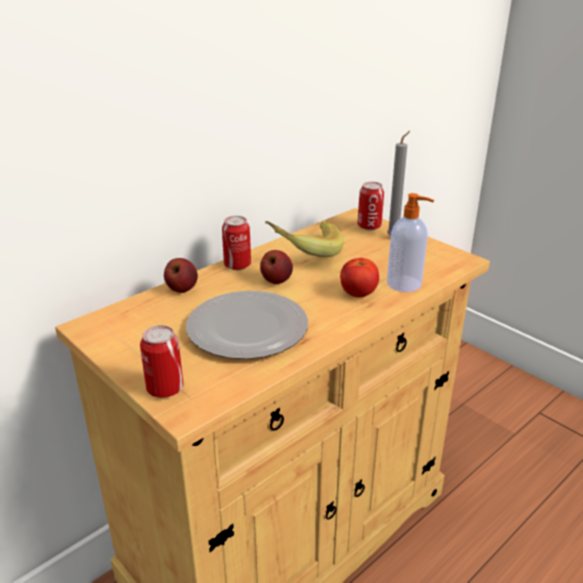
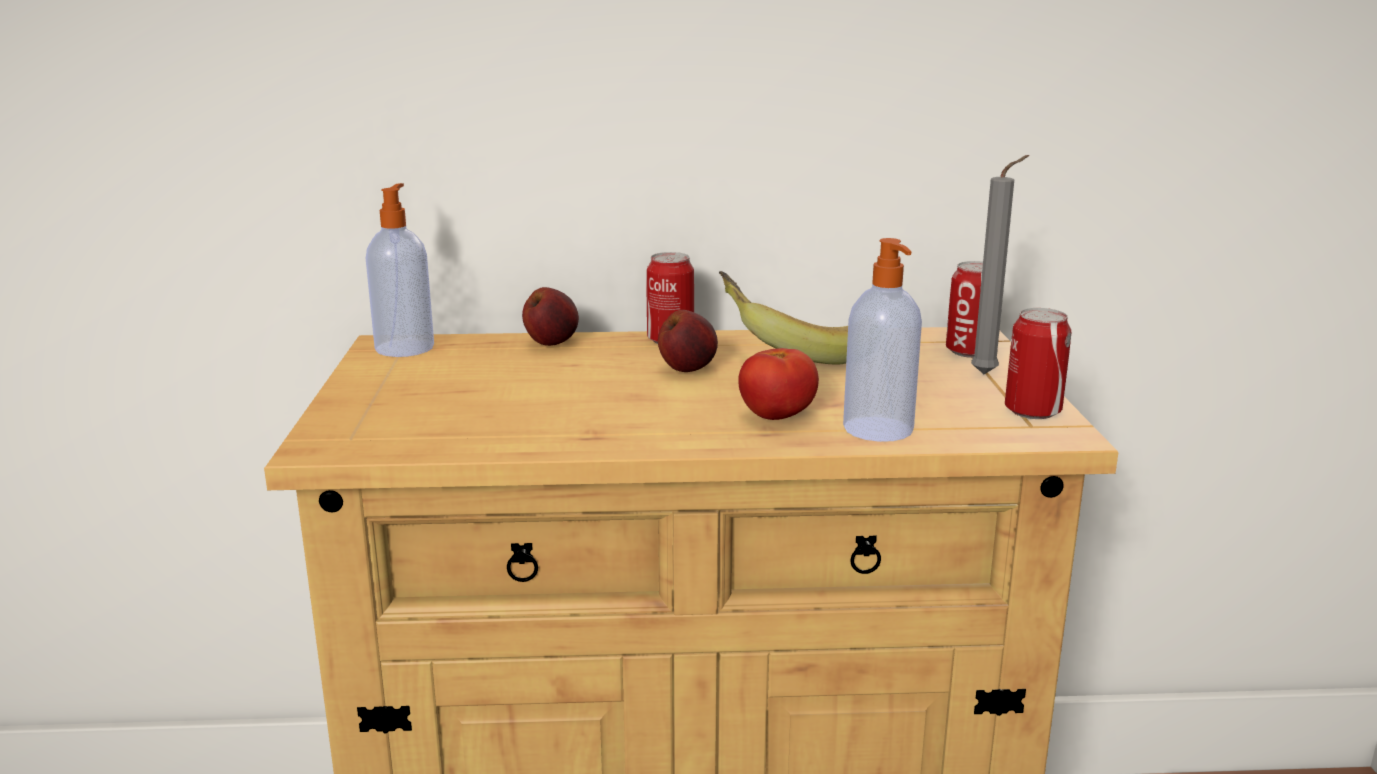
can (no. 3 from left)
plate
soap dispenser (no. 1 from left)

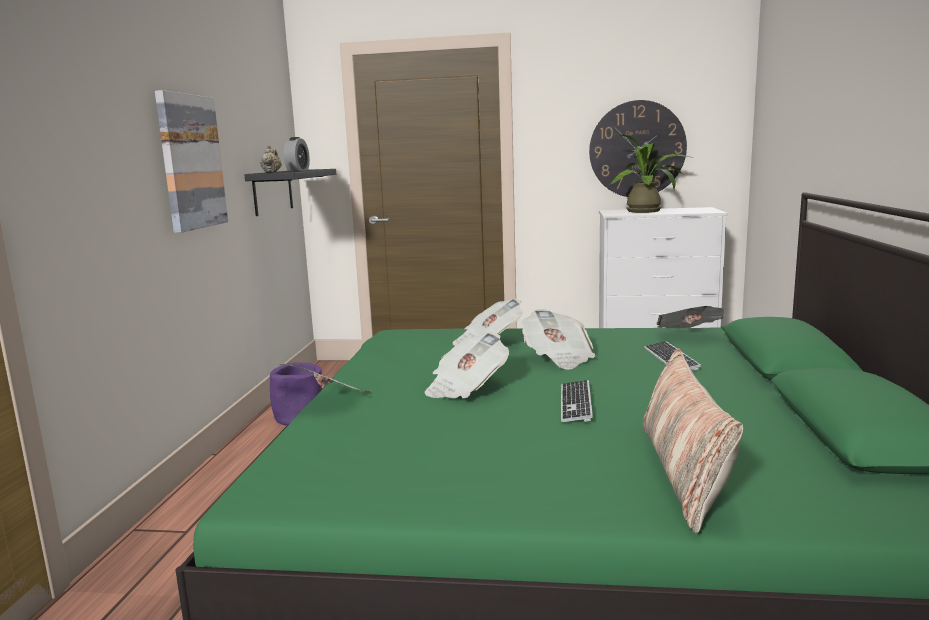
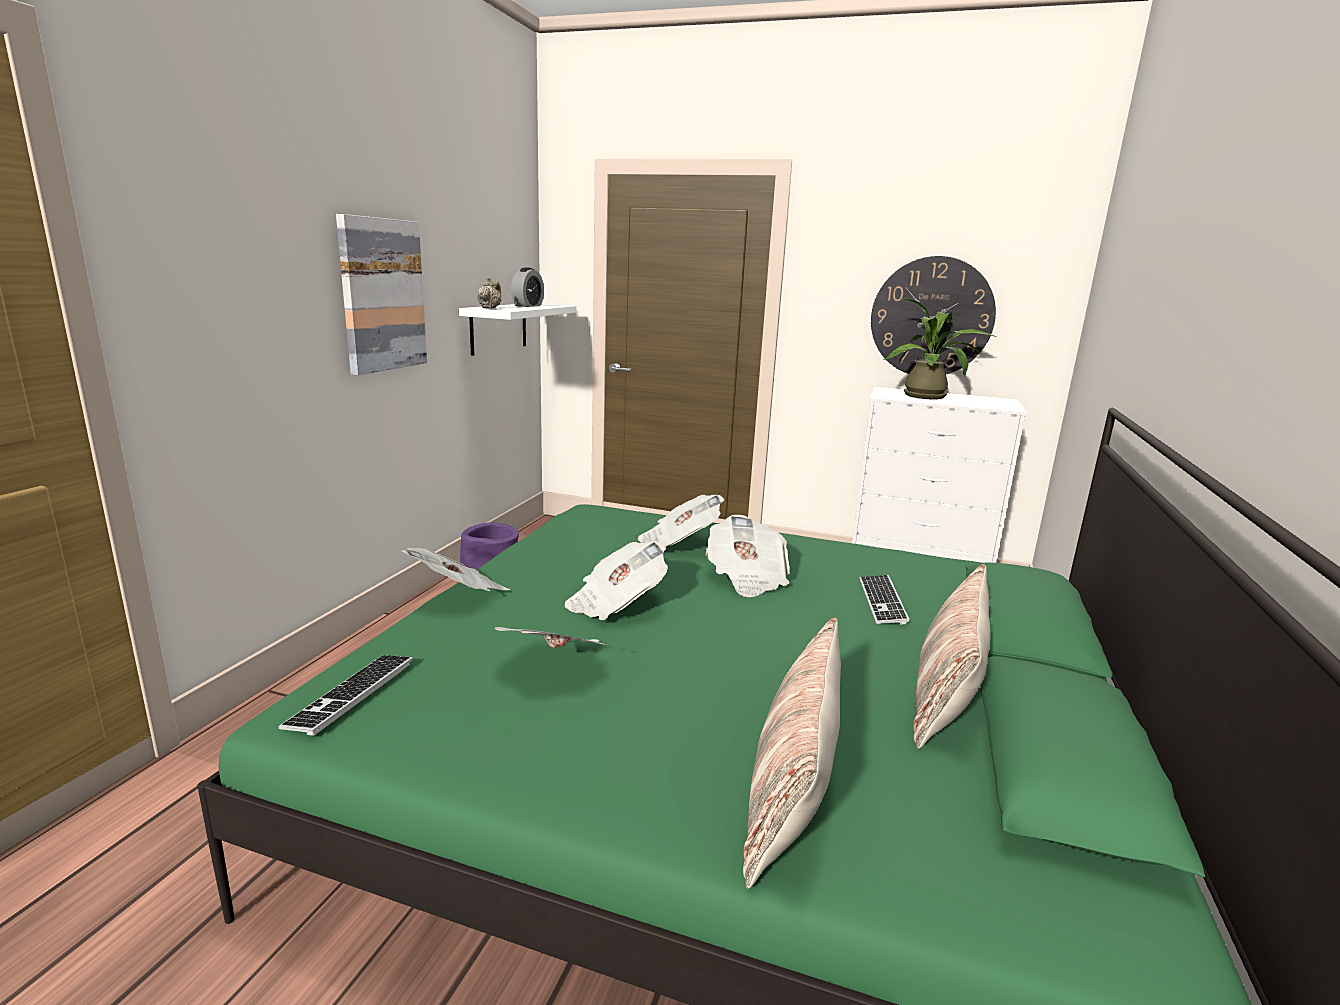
shelf/white
keyboard (no. 1 from left)
newspaper (no. 2 from left)
pillow (no. 2 from left)

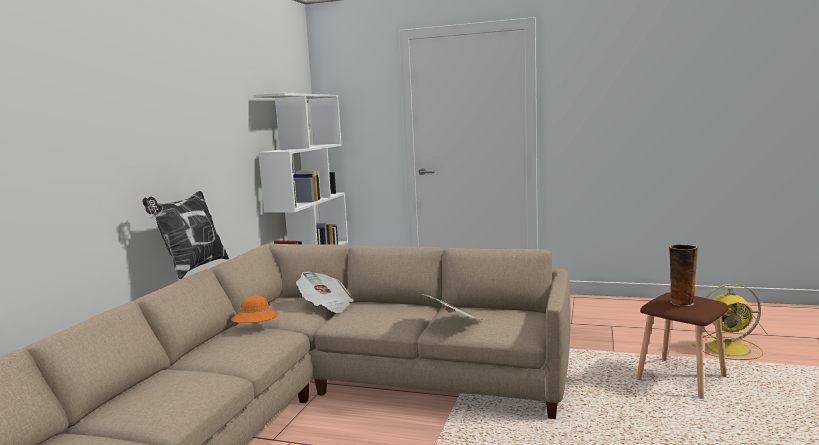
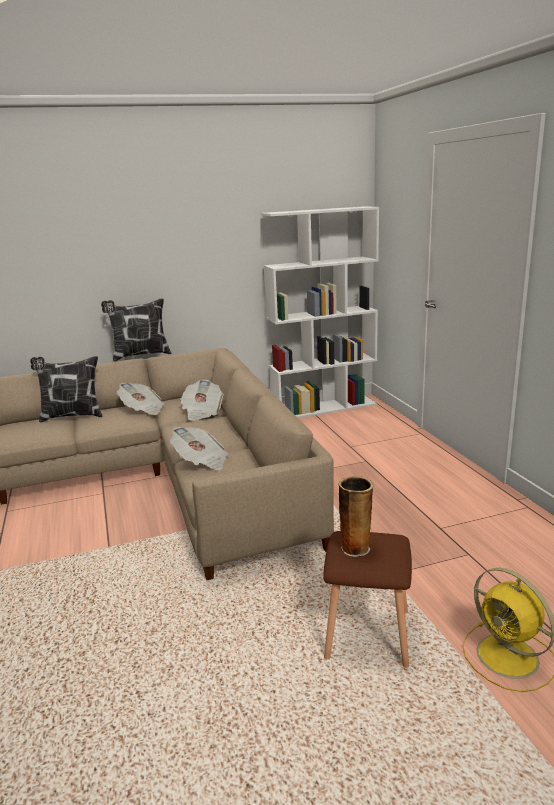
newspaper (no. 1 from left)
pillow (no. 1 from left)

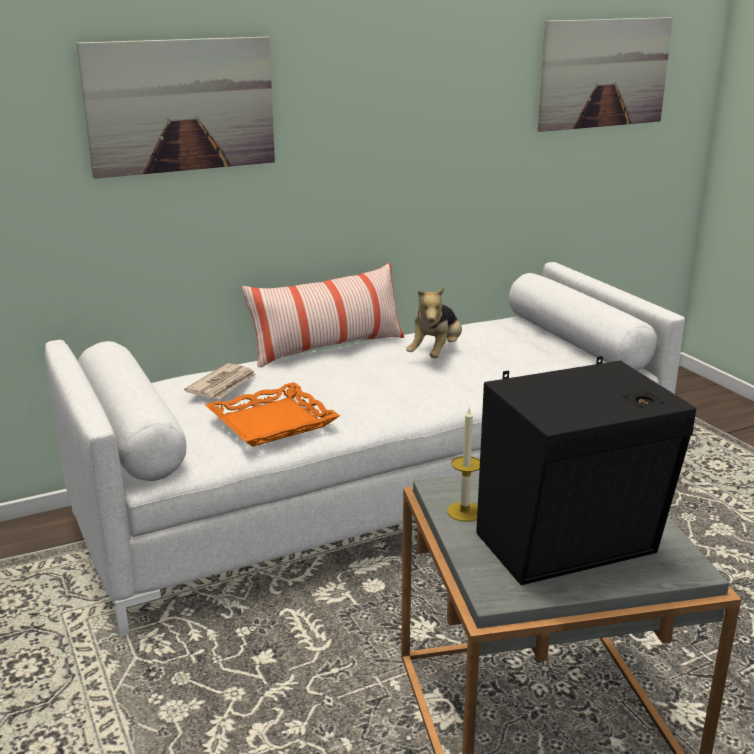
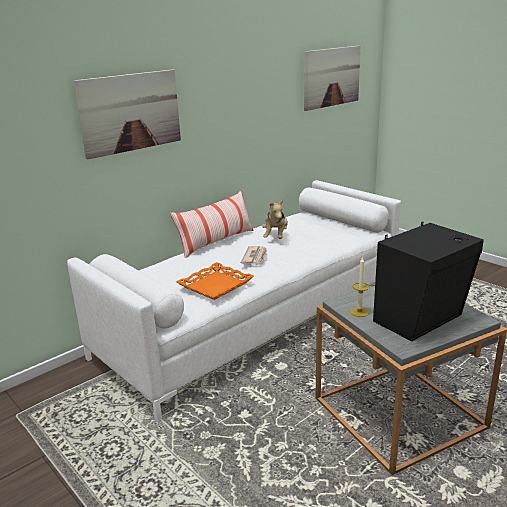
newspaper

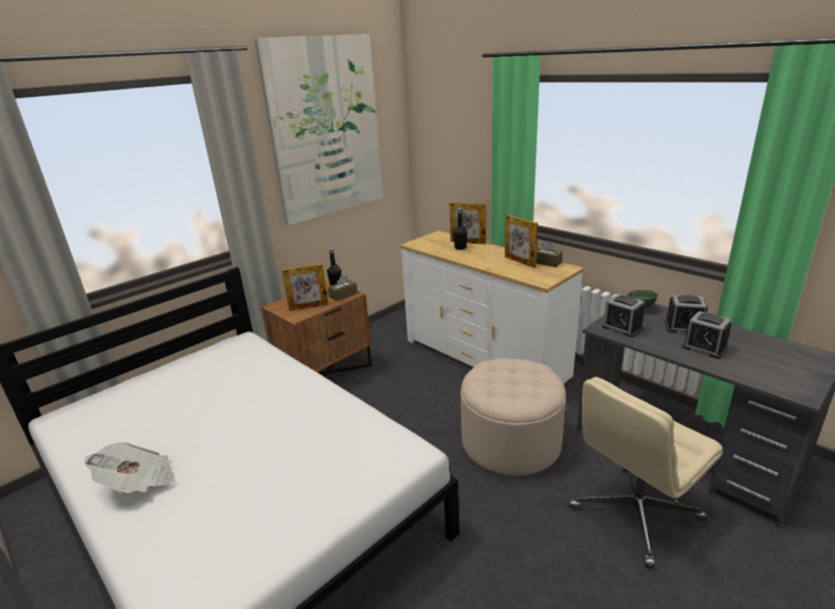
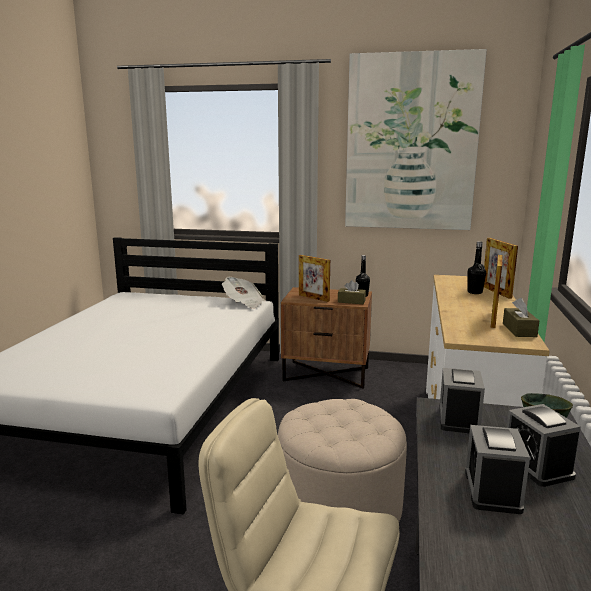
newspaper

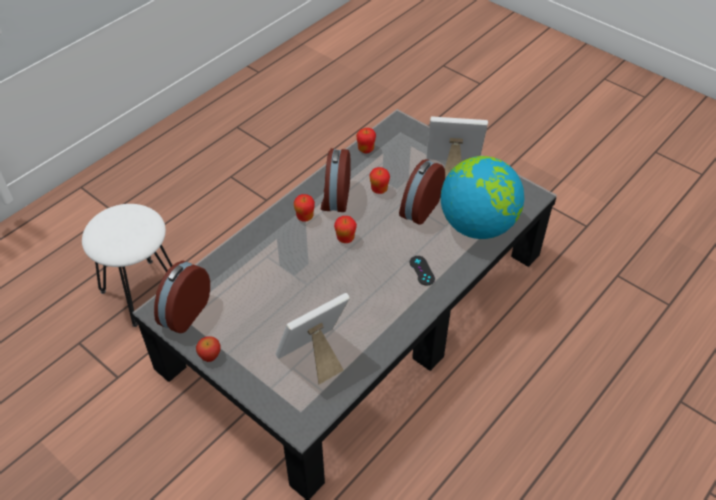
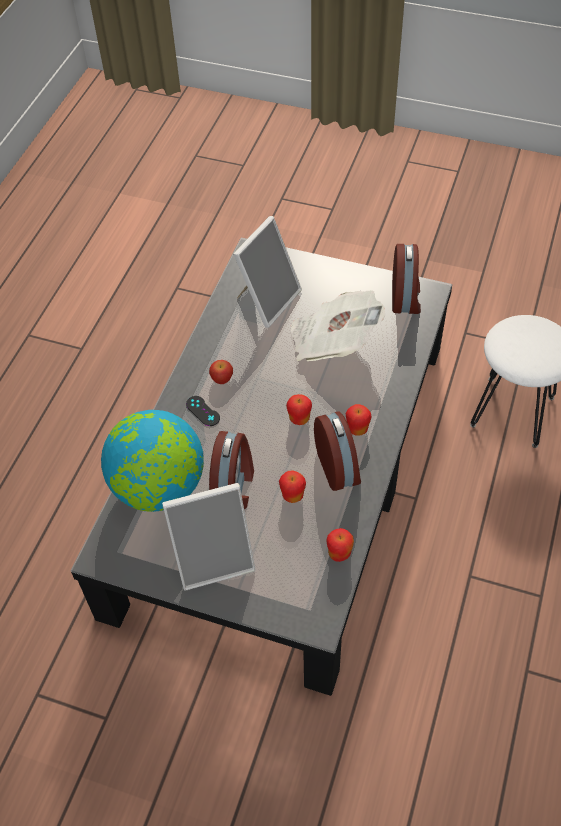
apple (no. 1 from left)
newspaper

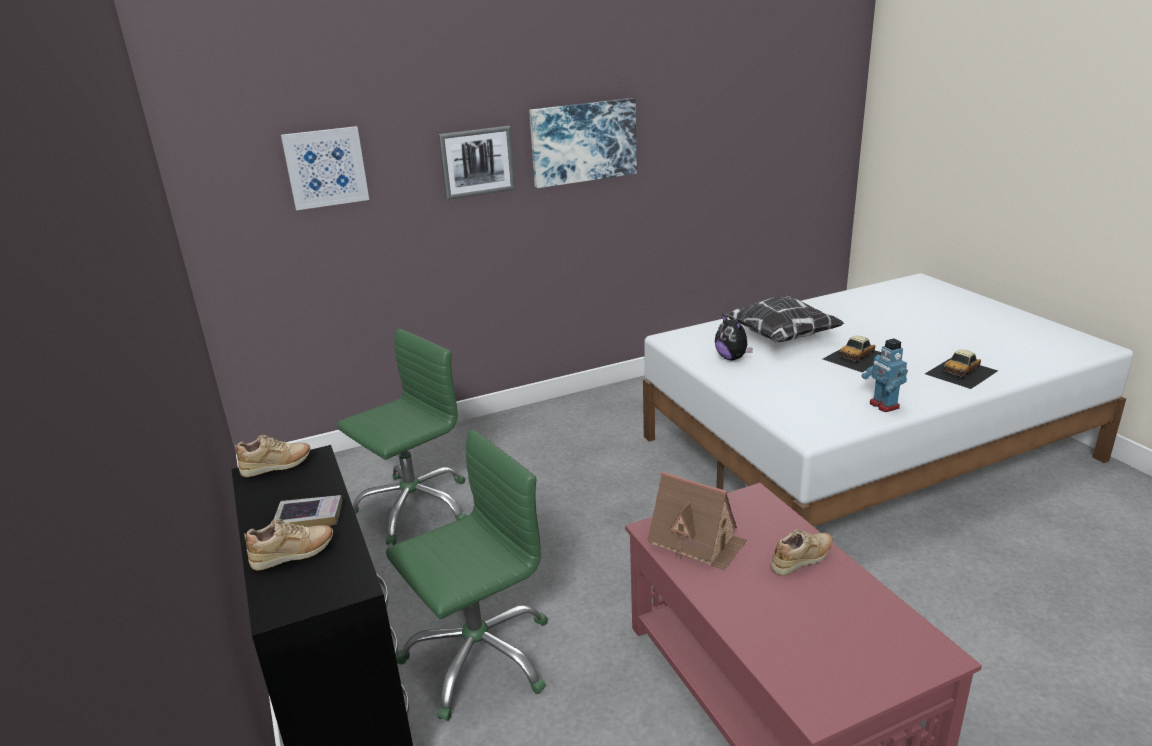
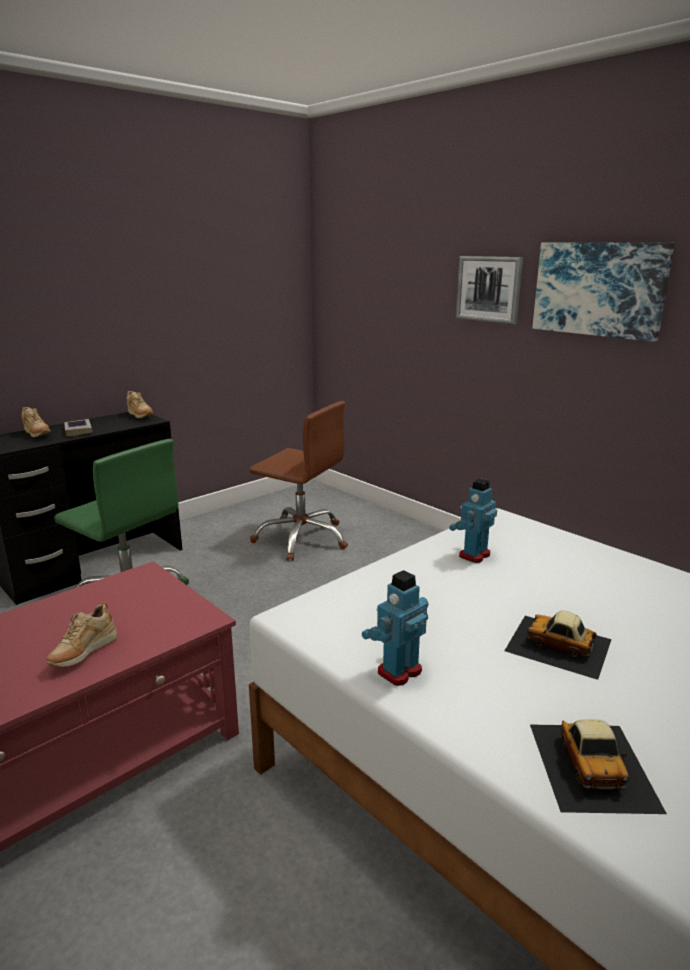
picture (no. 1 from left in the first image)
office chair/brown
toy house
toy robot (no. 2 from left)
pillow
shoe/beige (no. 2 from left)
toy car (no. 2 from left)

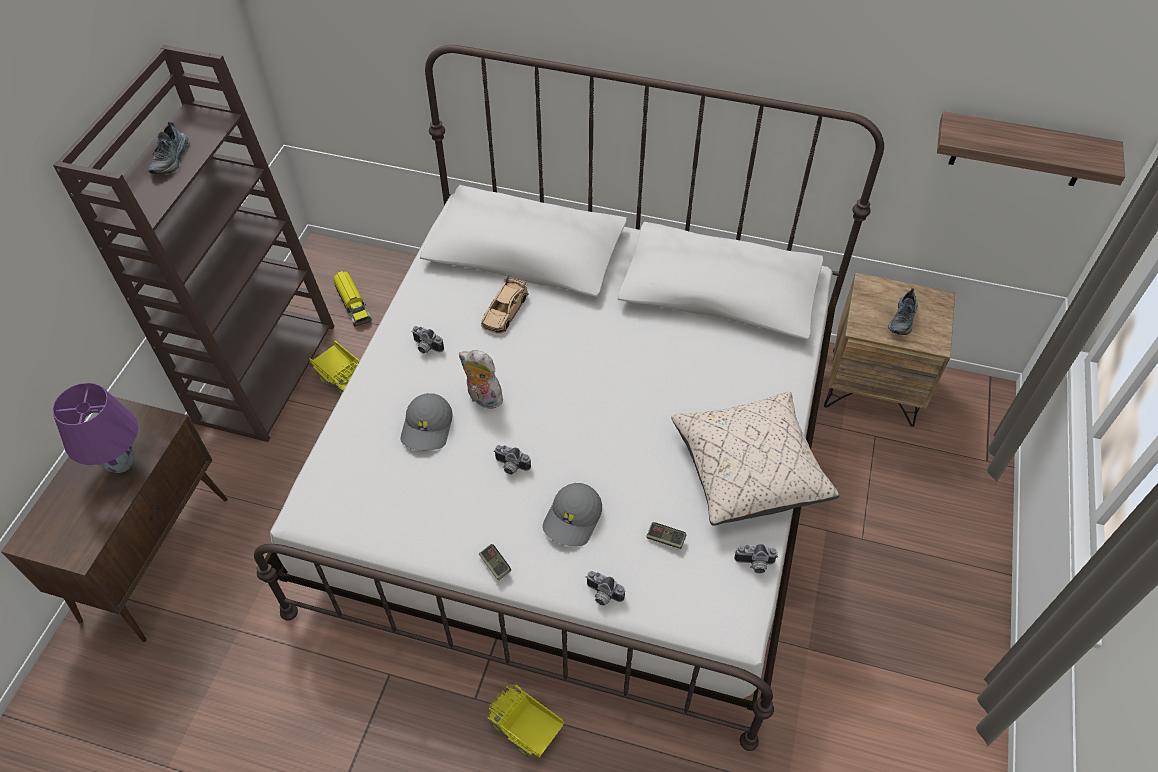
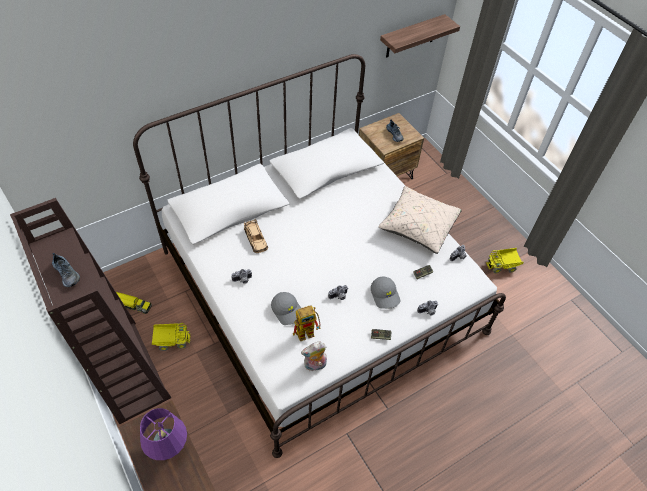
plush toy
toy truck (no. 3 from left)
toy robot

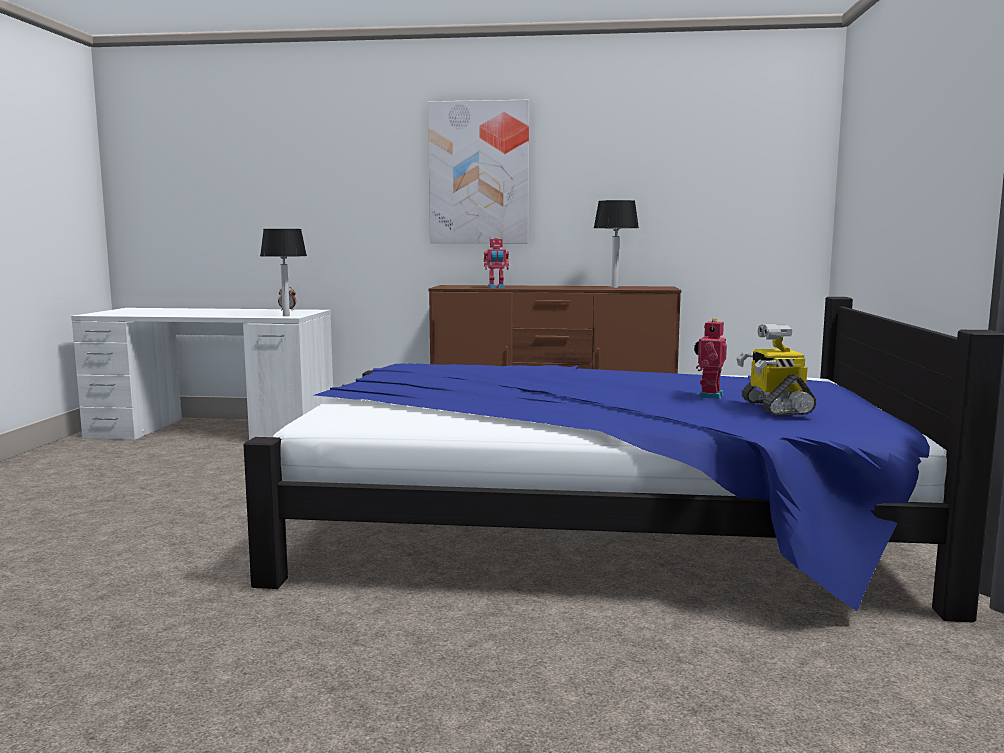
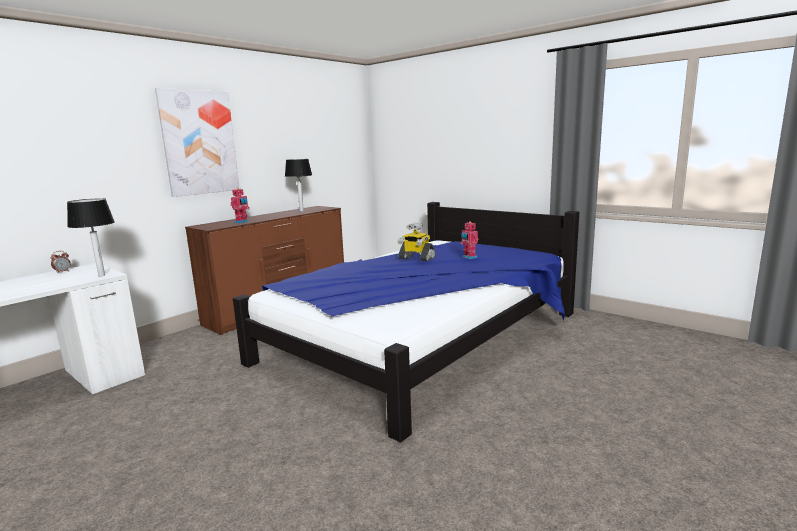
toy robot (no. 2 from left)

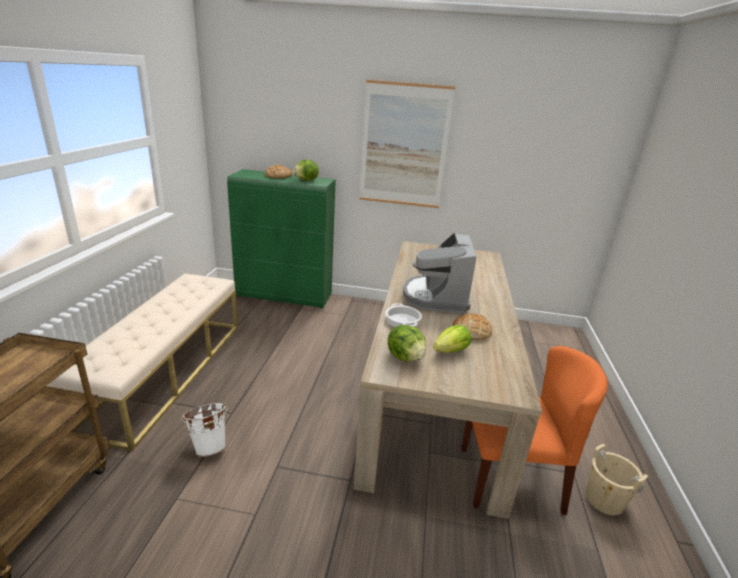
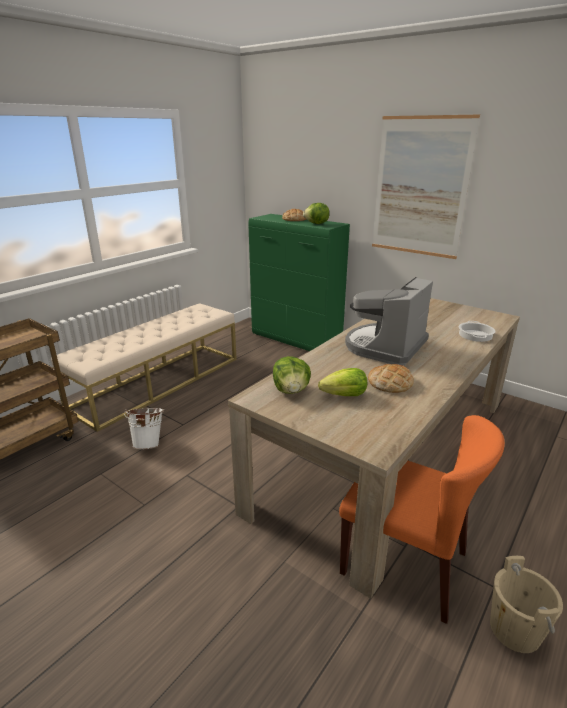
cooking pot

